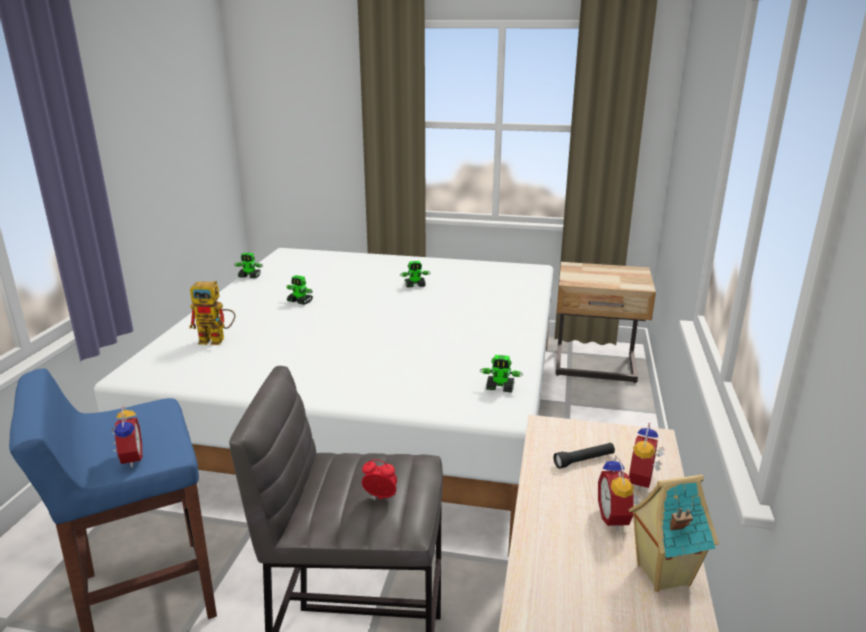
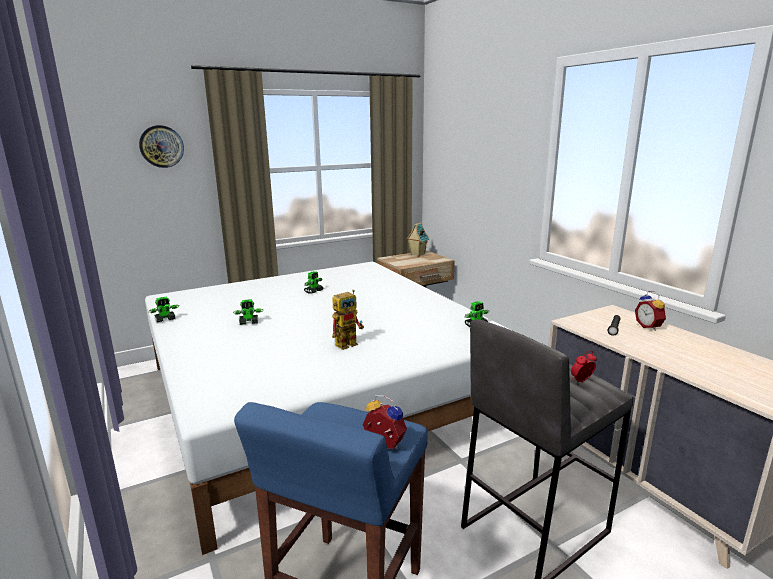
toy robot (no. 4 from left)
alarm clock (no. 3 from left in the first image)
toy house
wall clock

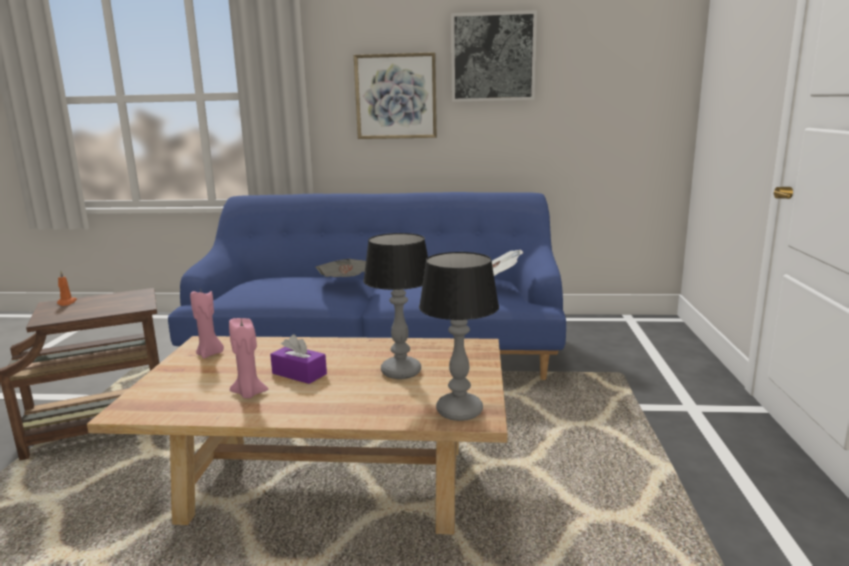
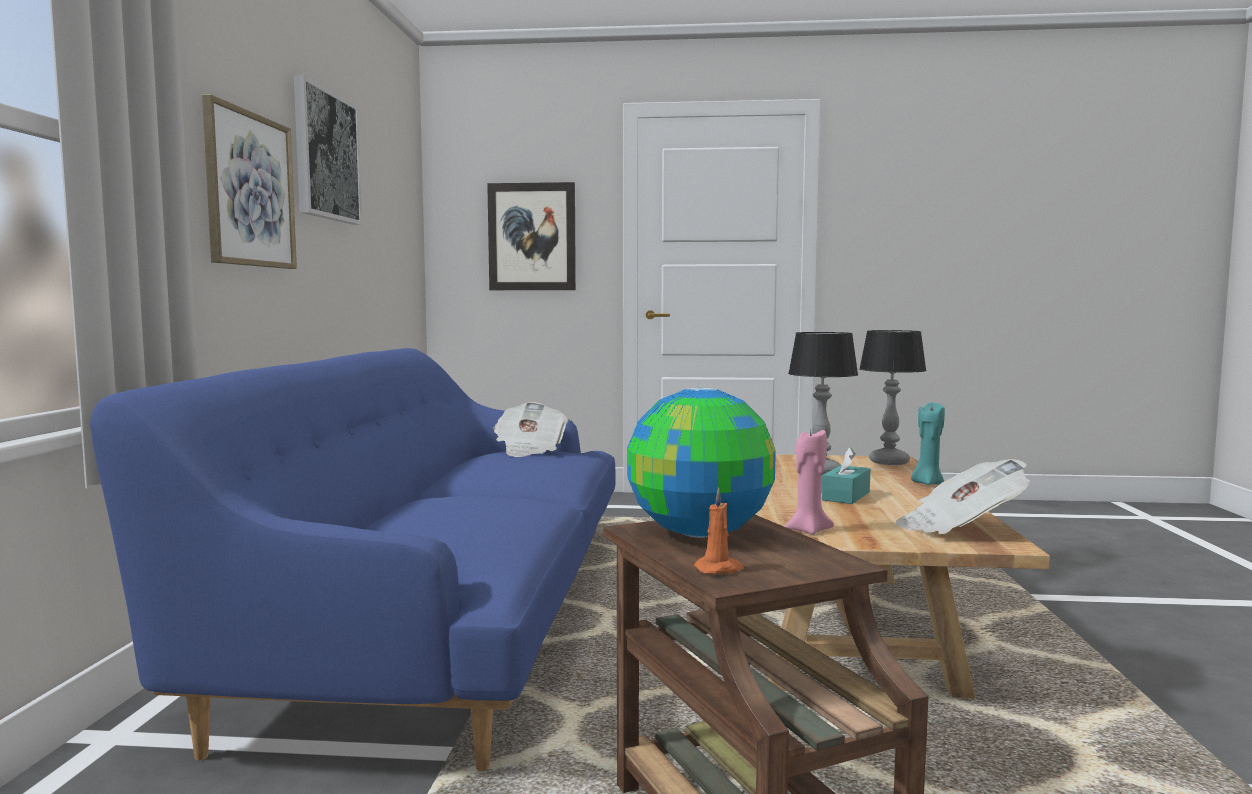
candle/pink (no. 2 from left in the first image)
tissue box/turquoise
newspaper (no. 2 from left)
picture (no. 3 from left)
globe
candle/turquoise

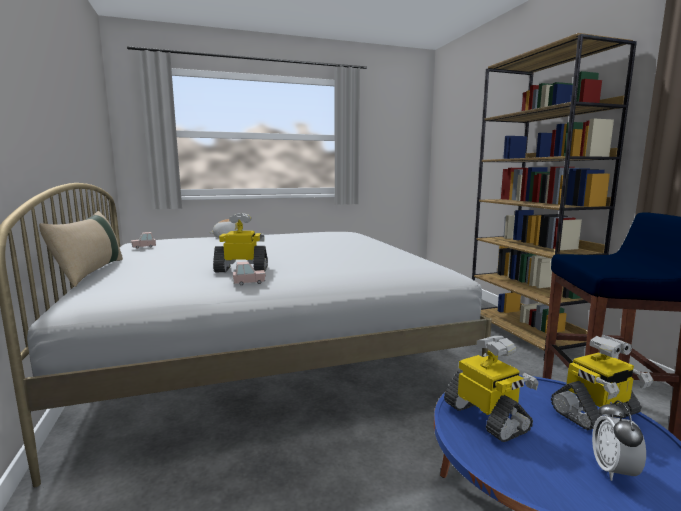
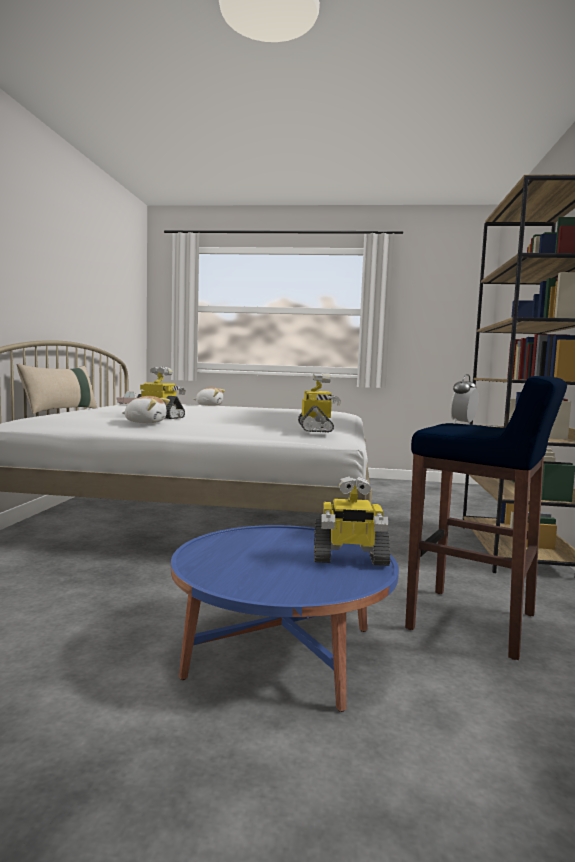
plush toy (no. 1 from left)
toy robot (no. 2 from left)
alarm clock

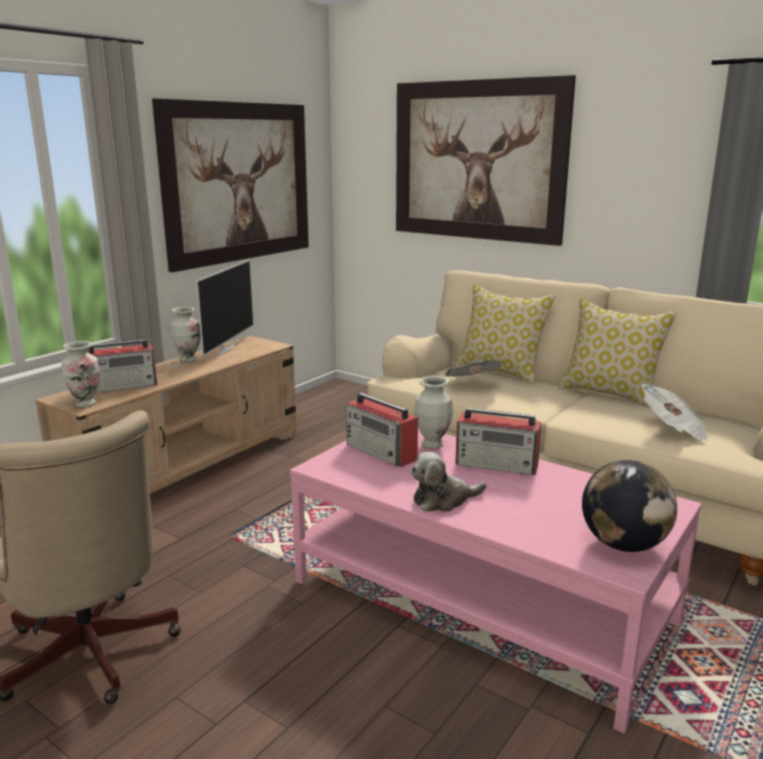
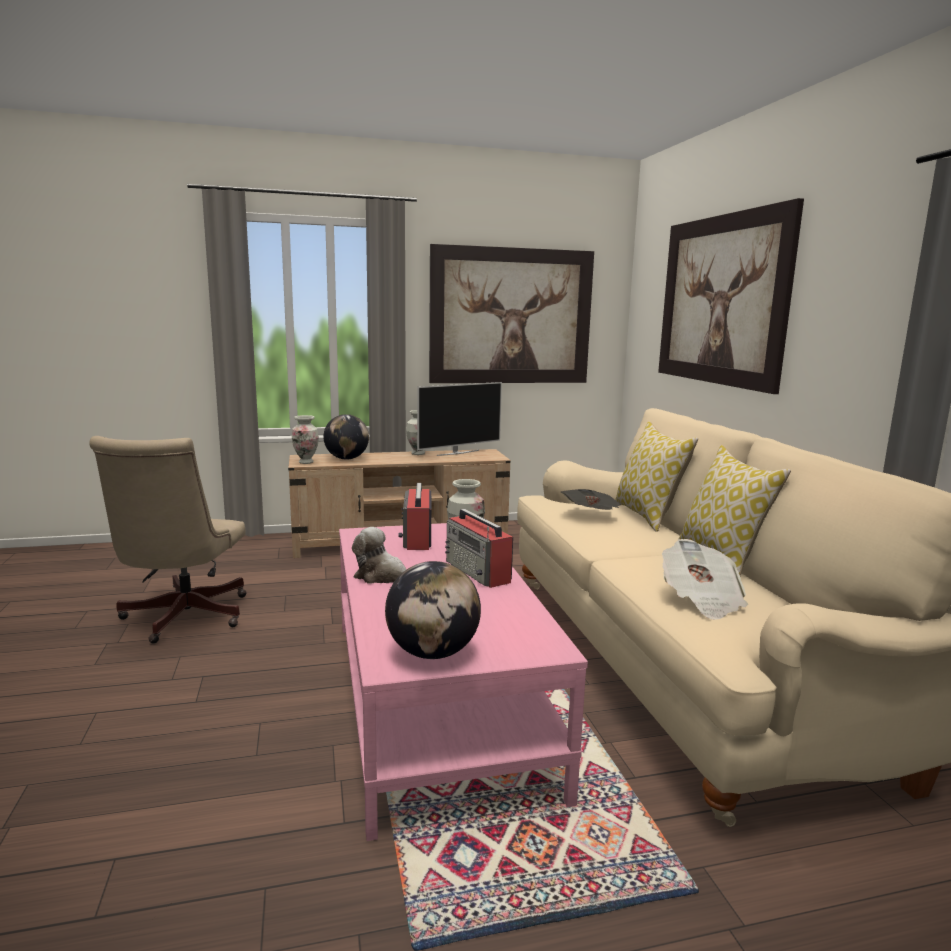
globe (no. 1 from left)

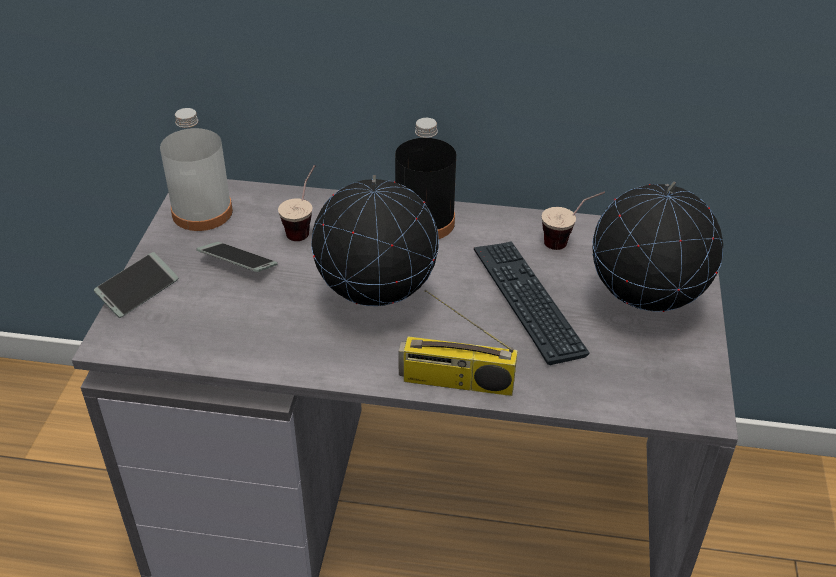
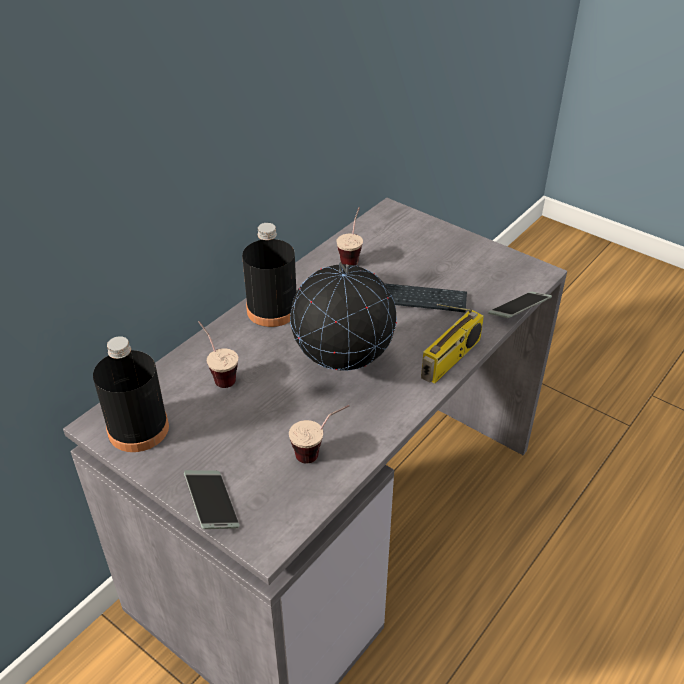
bottle/black (no. 1 from left)
phone (no. 2 from left)
globe (no. 2 from left in the first image)
cup (no. 2 from left)

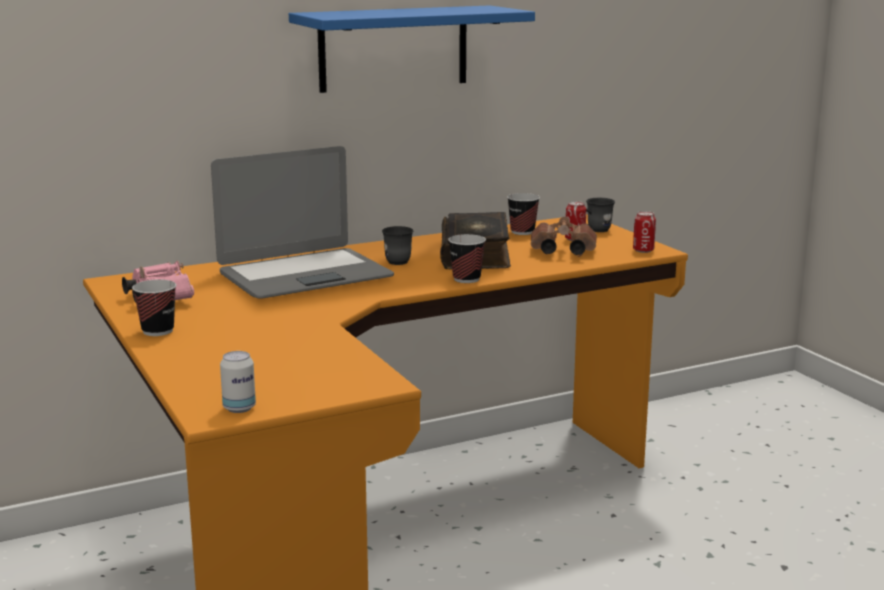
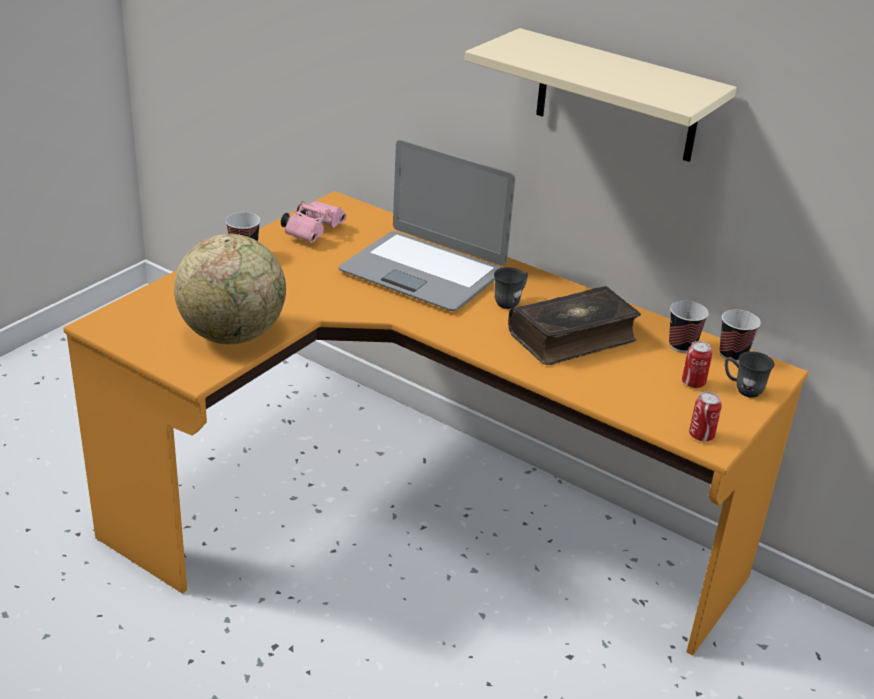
can (no. 1 from left in the first image)
shelf/beige
cup (no. 3 from left)
binoculars/brown
globe

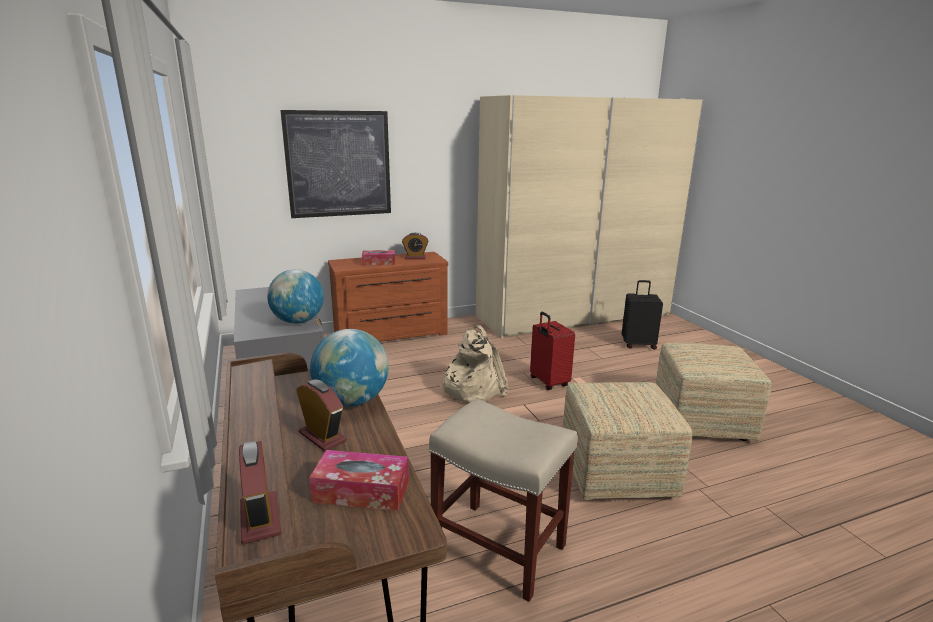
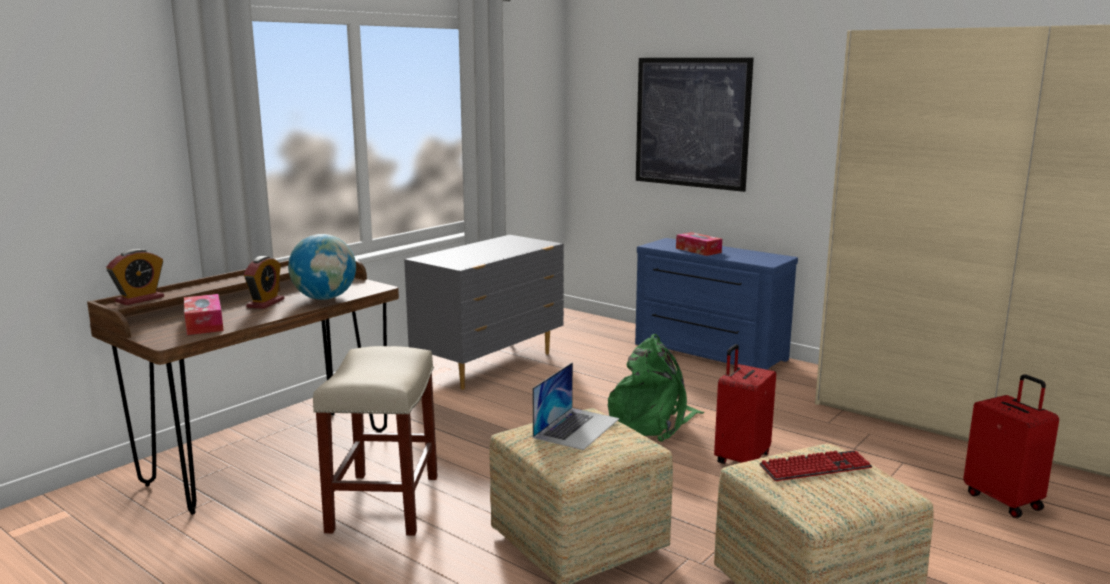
globe (no. 1 from left in the first image)
dresser/blue
alarm clock (no. 3 from left in the first image)
backpack/green
suitcase/red (no. 2 from left)
laptop
keyboard

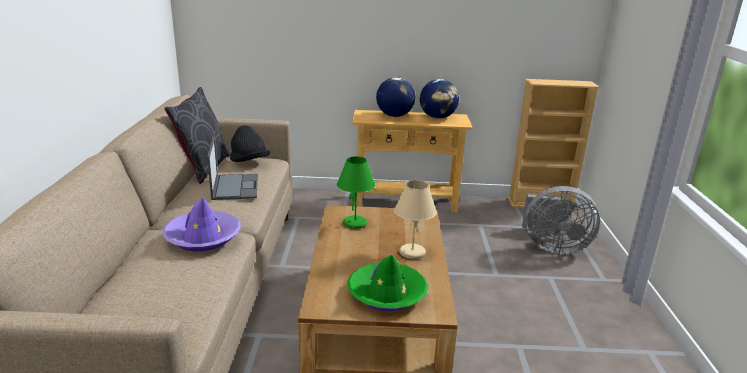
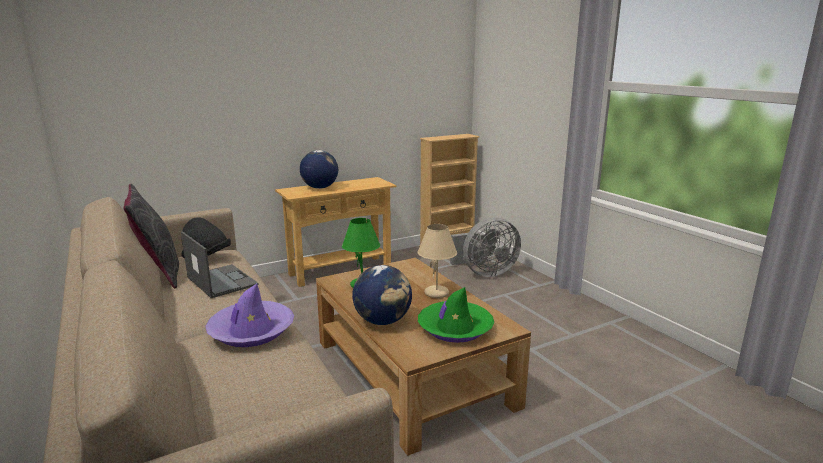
globe (no. 2 from left)

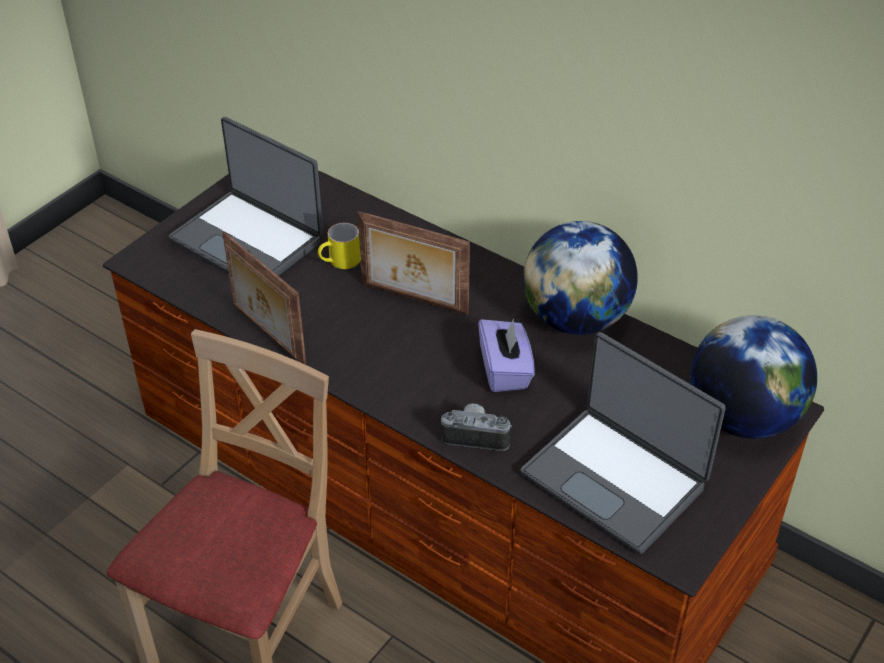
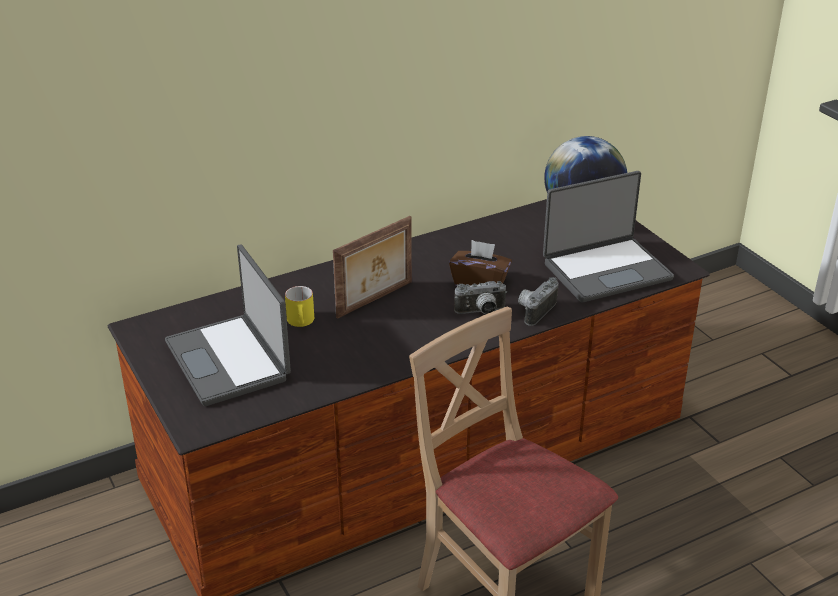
laptop (no. 1 from left)
picture frame (no. 1 from left in the first image)
tissue box/brown
globe (no. 1 from left in the first image)
photo camera (no. 1 from left)

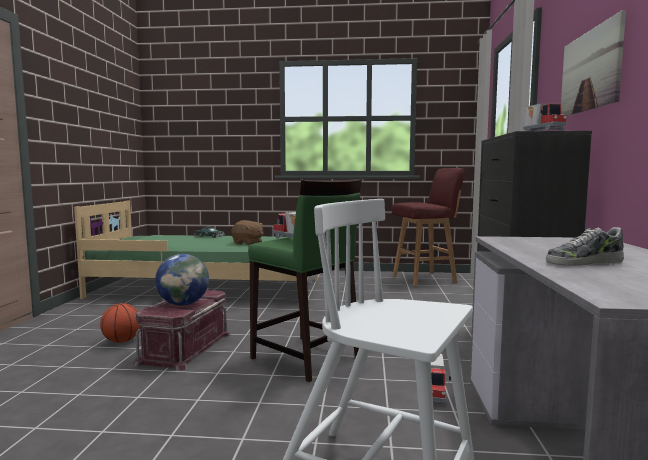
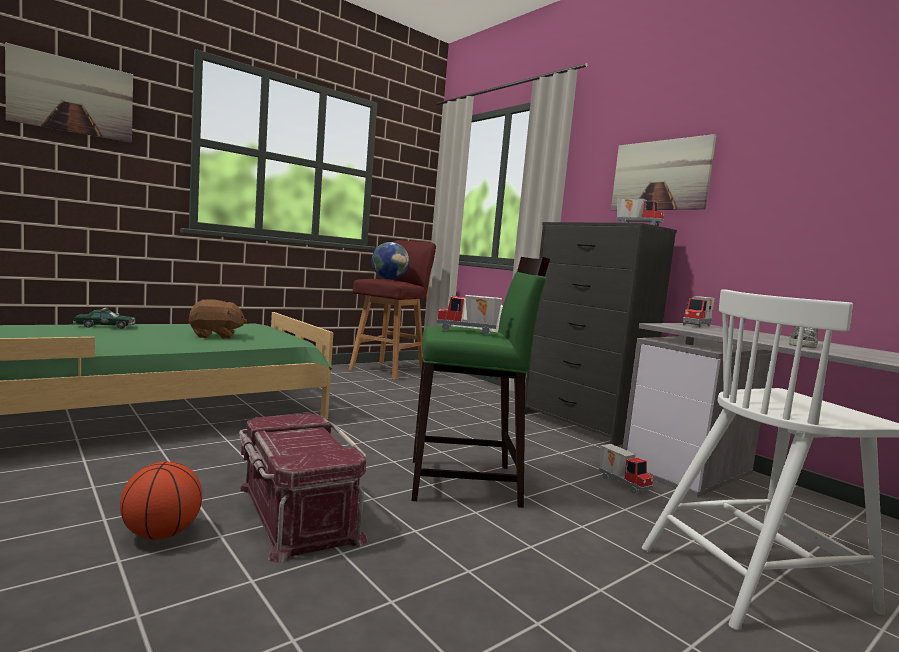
globe
picture (no. 1 from left)
toy truck (no. 4 from left)

